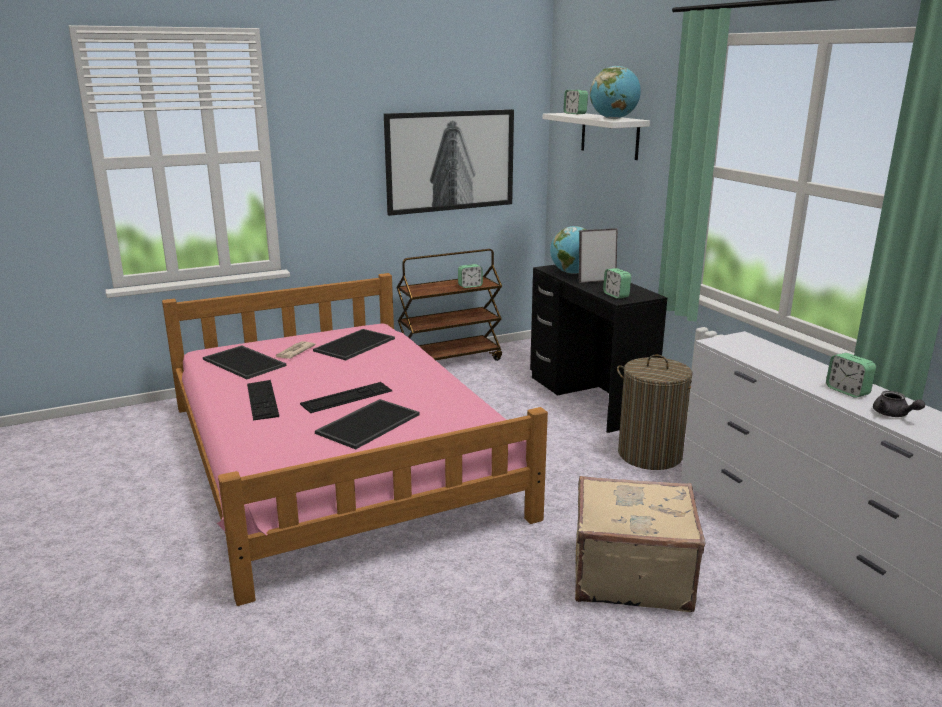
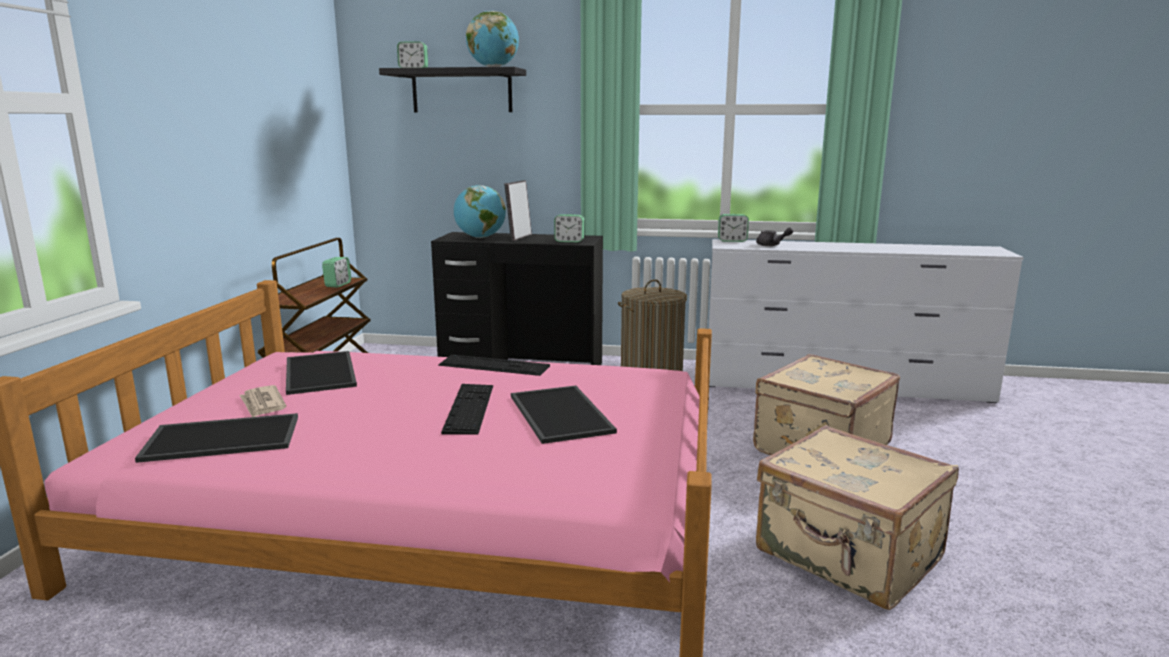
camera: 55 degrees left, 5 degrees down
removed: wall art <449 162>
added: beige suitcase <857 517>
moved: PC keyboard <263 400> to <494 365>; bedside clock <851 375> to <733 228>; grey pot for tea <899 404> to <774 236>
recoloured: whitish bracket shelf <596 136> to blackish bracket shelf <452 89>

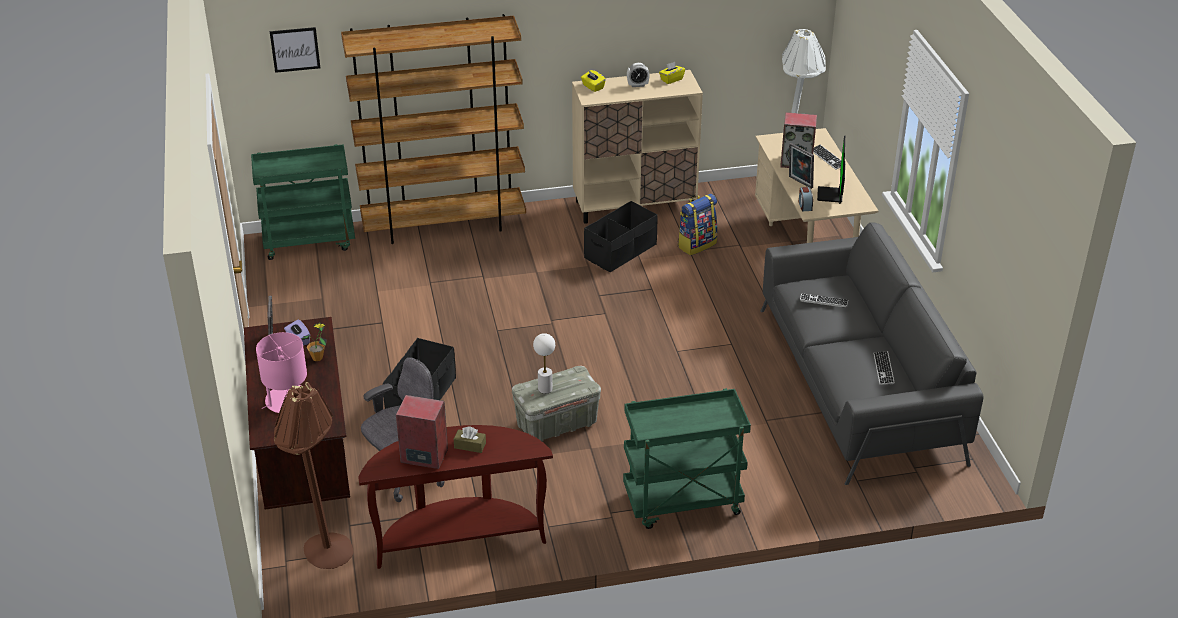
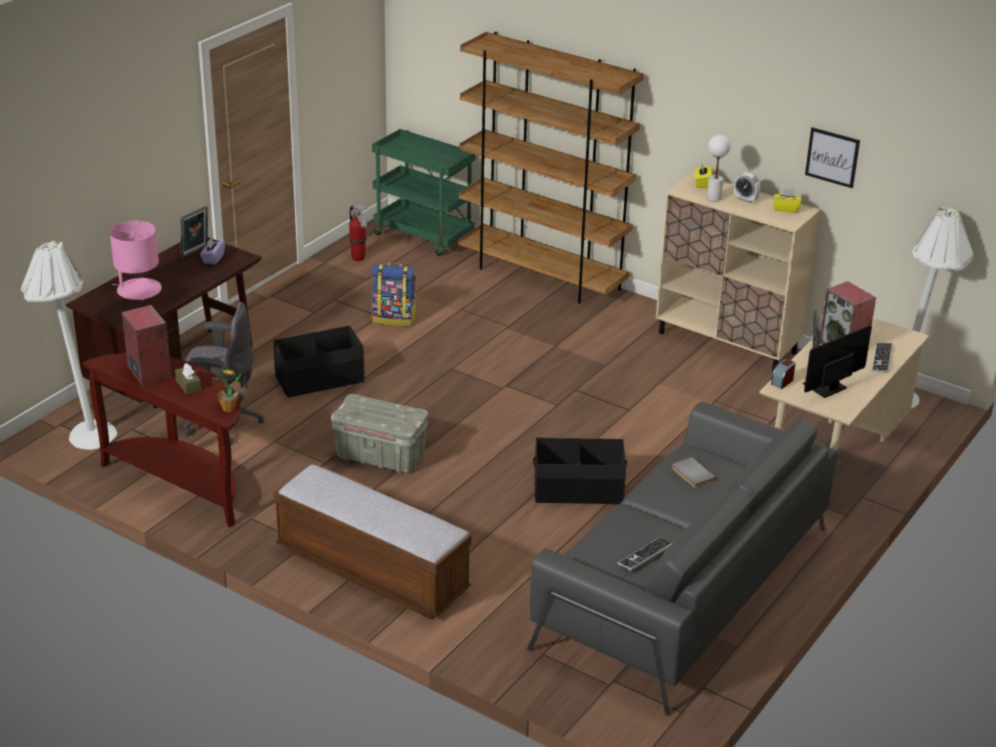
camera: 45 degrees right, 5 degrees down
added: fire-fighting cylinder <358 232>
moved: wall art <295 50> to <832 157>; houseplant <314 342> to <227 390>; whitish lamp for a table <544 363> to <719 168>; blackish storage bin <621 237> to <580 470>; rucksack <698 224> to <394 294>
replaced: green cart <687 458> to long seat <372 542>; PC keyboard <824 300> to grey volume <694 472>
recoloured: brownish floor lamp <314 475> to whitish floor lamp <69 345>

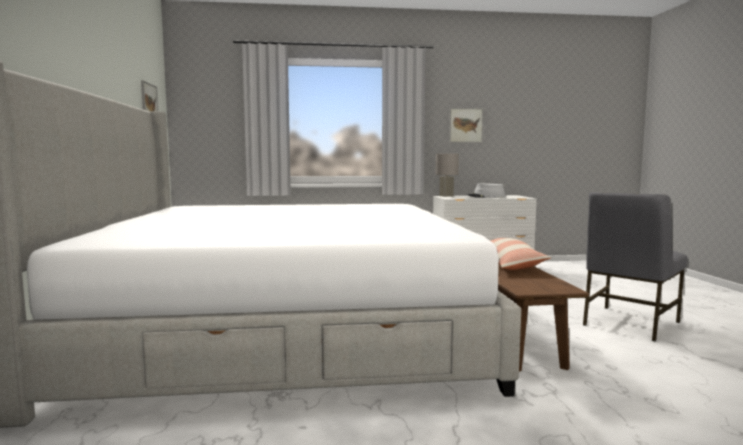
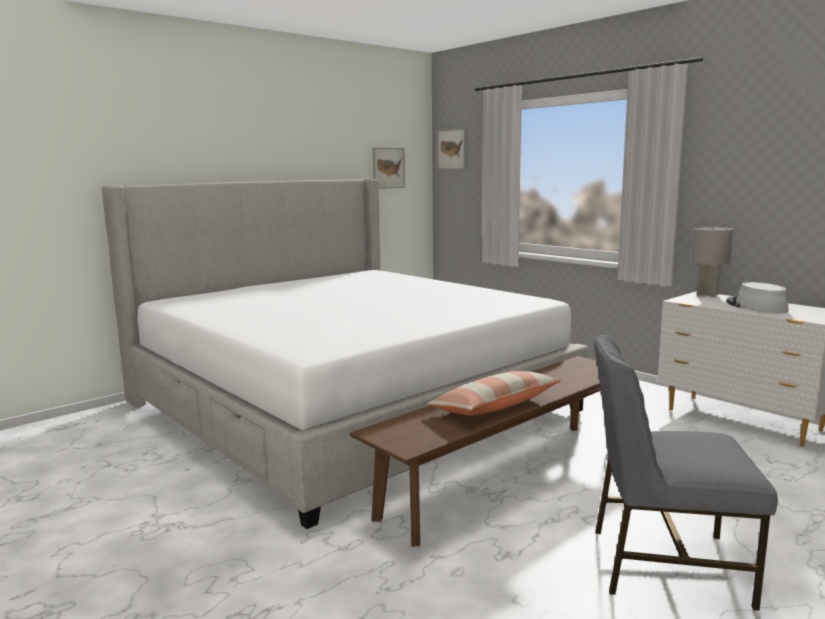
camera: 55 degrees right, 5 degrees up
moved: wall art <466 125> to <451 148>

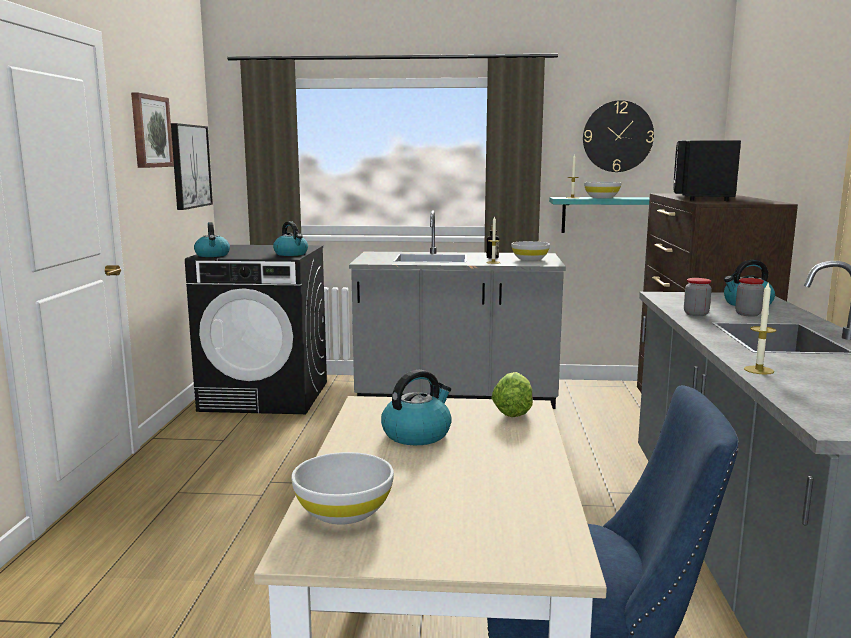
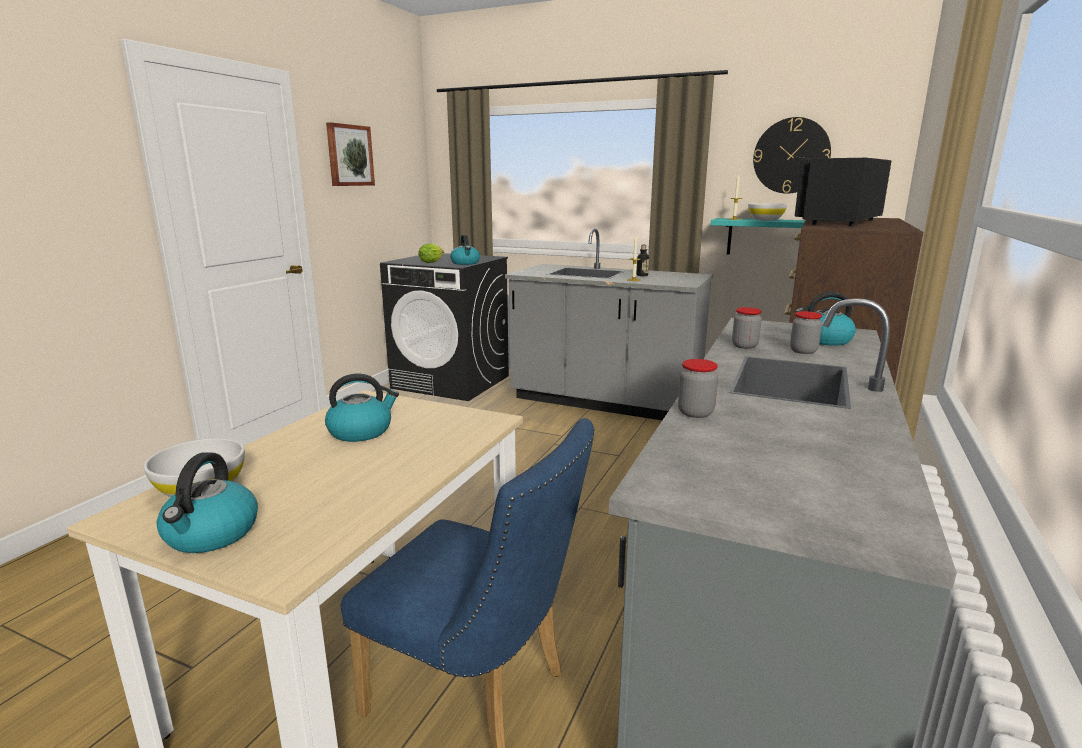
camera: 20 degrees right, 5 degrees up
removed: wall art <192 166>; whitish serving bowl <530 251>
moved: tea kettle <212 239> to <207 502>; head of lettuce <512 394> to <431 253>
replaced: candle <760 328> to storage jar <698 388>

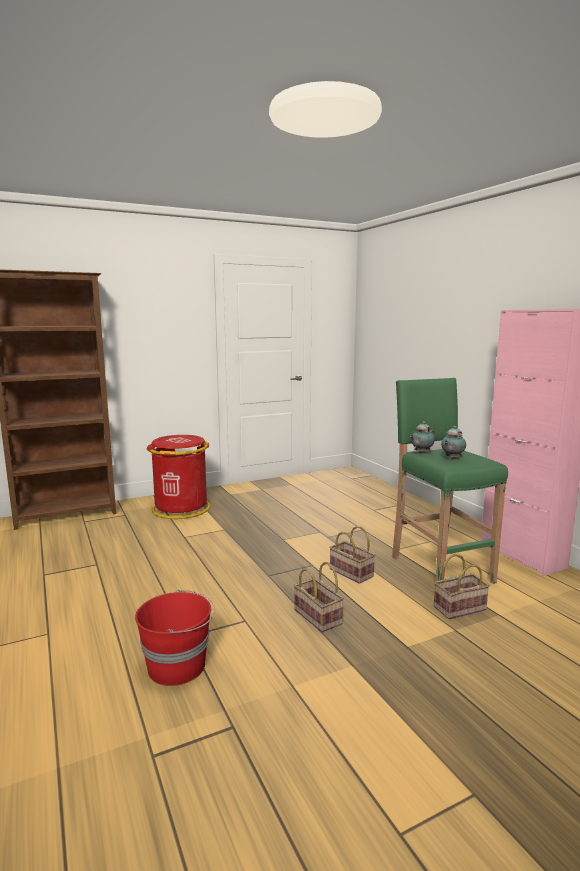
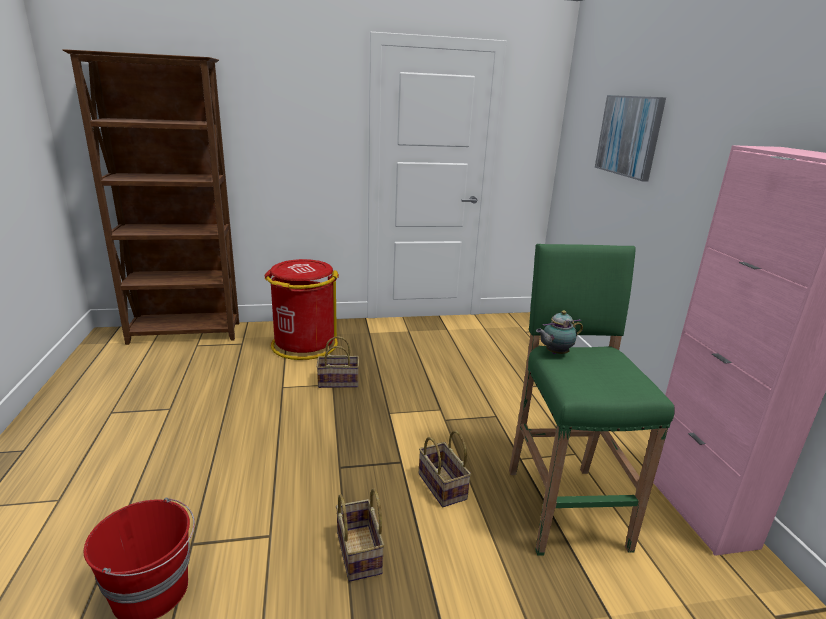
camera: 15 degrees right, 10 degrees up
removed: pot for tea <453 442>
added: wall art <630 138>
moved: basket <462 586> to <338 362>

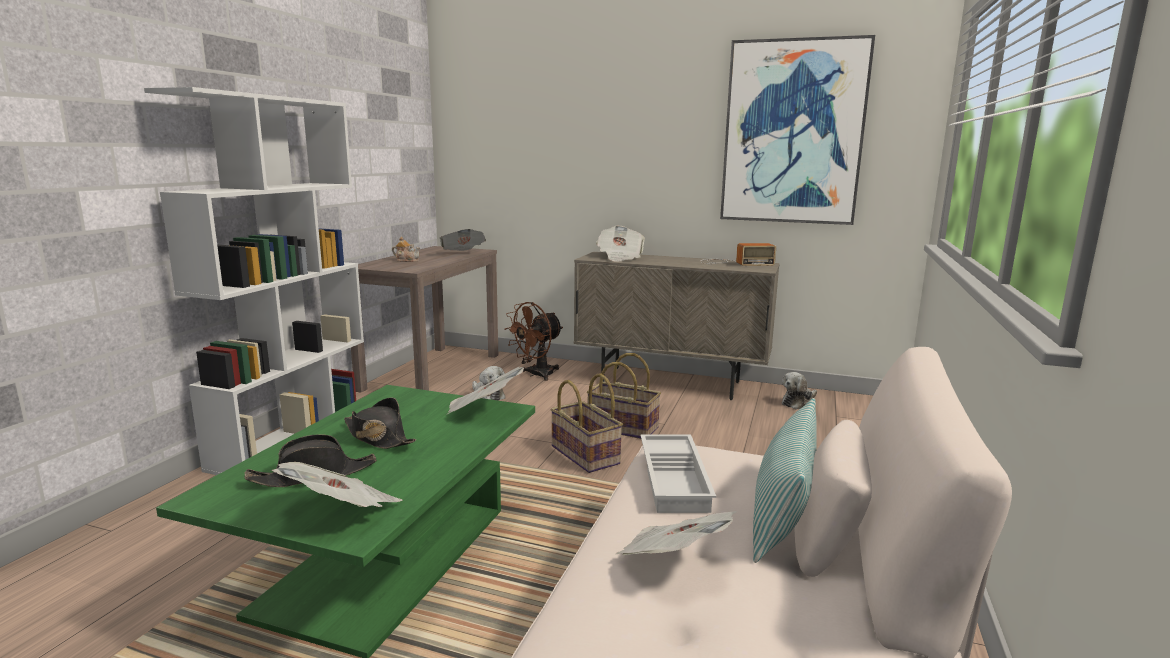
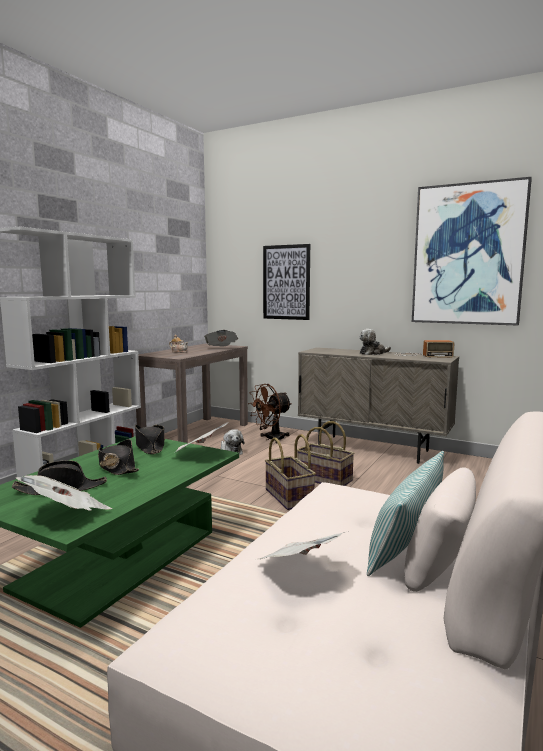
camera: 10 degrees right, 5 degrees down
removed: printed paper <620 244>; whitish tray <678 473>
added: blackish hat <150 439>; wall art <286 282>
moved: soft toy <799 391> to <375 342>

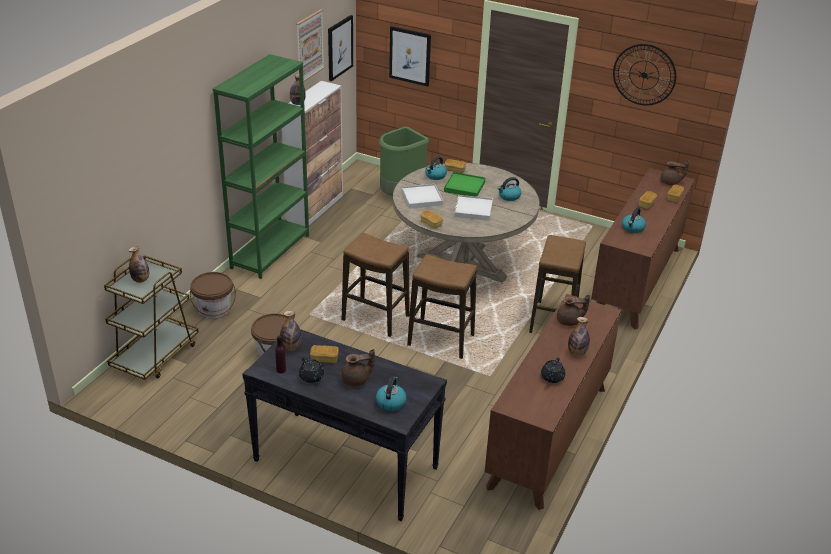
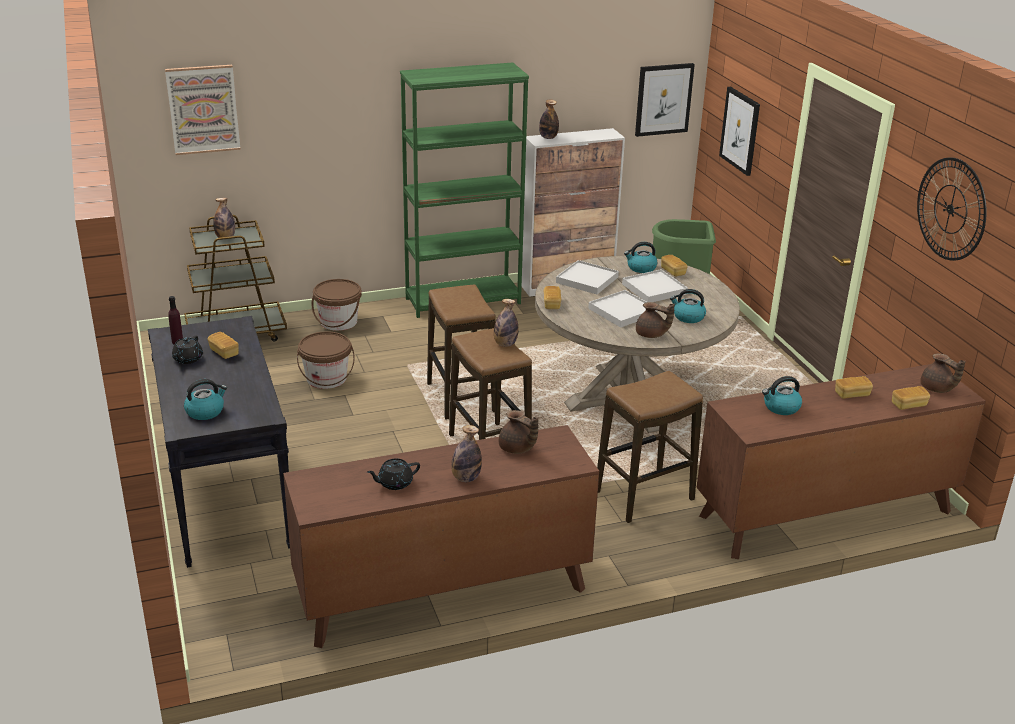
camera: 45 degrees right, 5 degrees down
moved: beverage bottle <290 331> to <506 323>; wall art <310 45> to <203 110>; brownish pot for tea <358 367> to <655 320>
recoloured: green tray <464 184> to whitish tray <655 285>

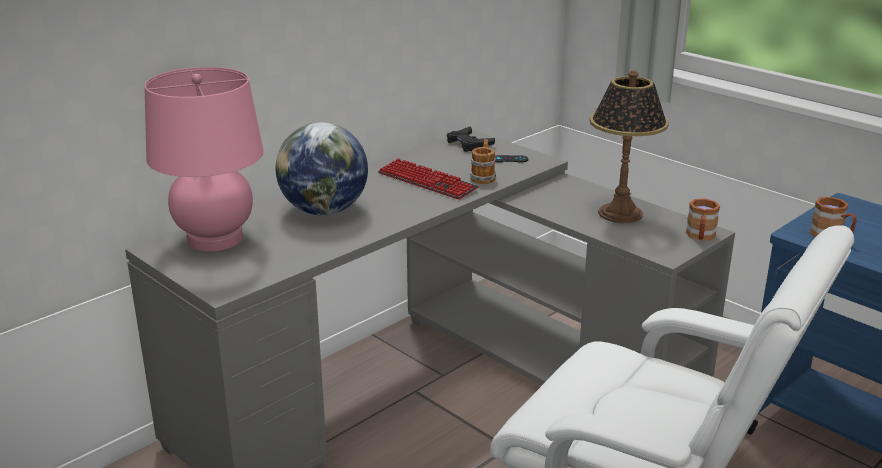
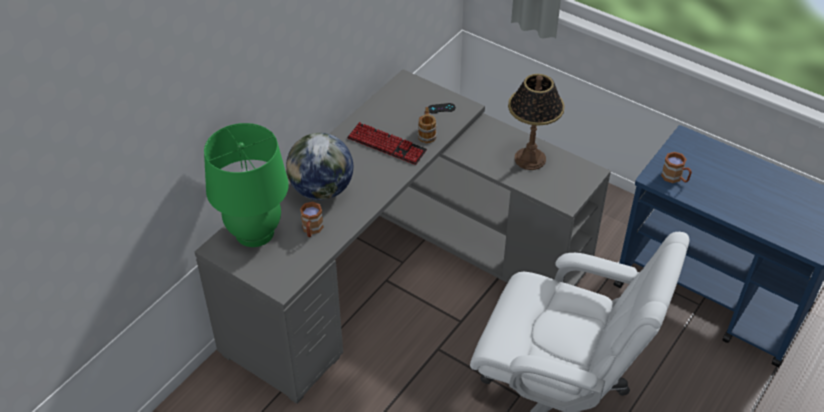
camera: 10 degrees left, 20 degrees up
removed: blackish gamepad <471 139>
moved: brownish tea mug <703 220> to <311 219>
recoloured: pink lamp for a table <204 159> to green lamp for a table <246 185>

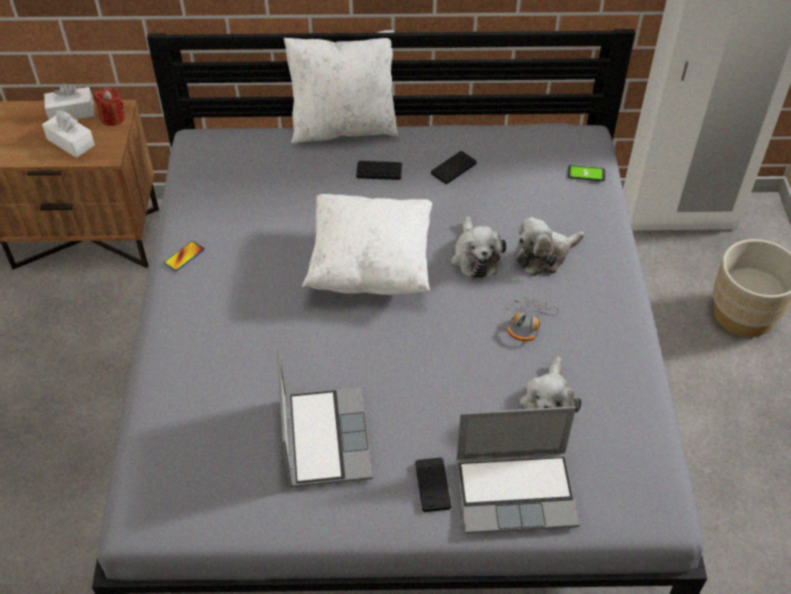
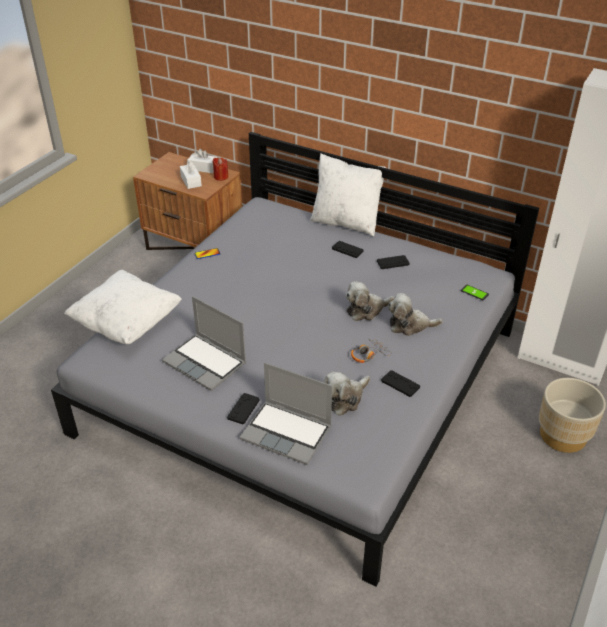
camera: 30 degrees right, 10 degrees down
added: blackish gamepad <400 383>
moved: whitish cushion <367 244> to <123 307>
turned: laptop <325 418> = <204 343> 105 degrees clockwise; soft toy <478 247> = <370 301> 45 degrees clockwise

